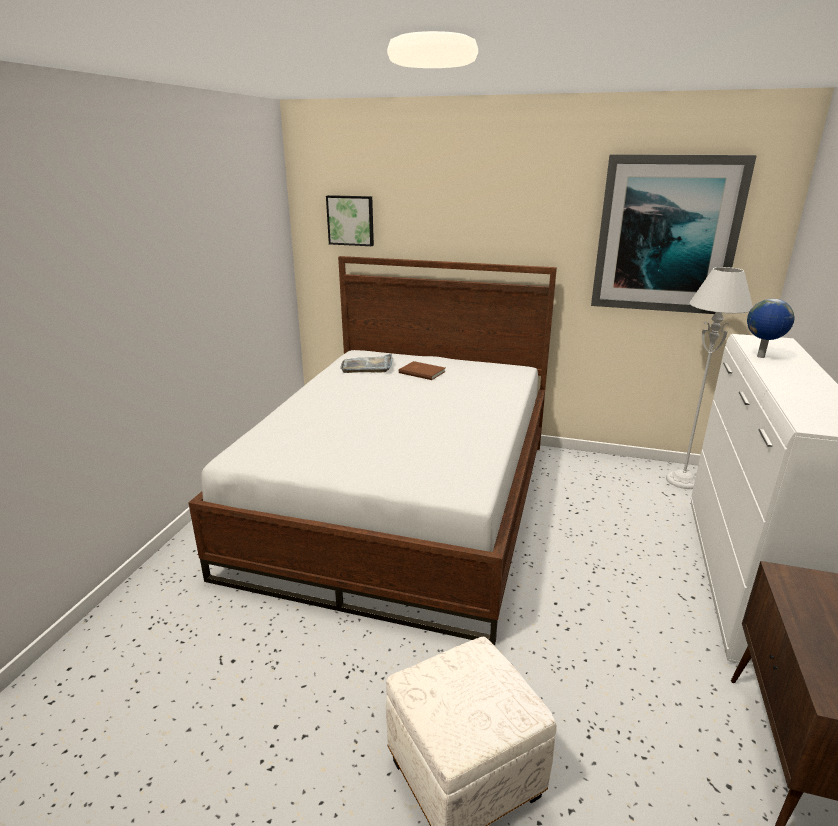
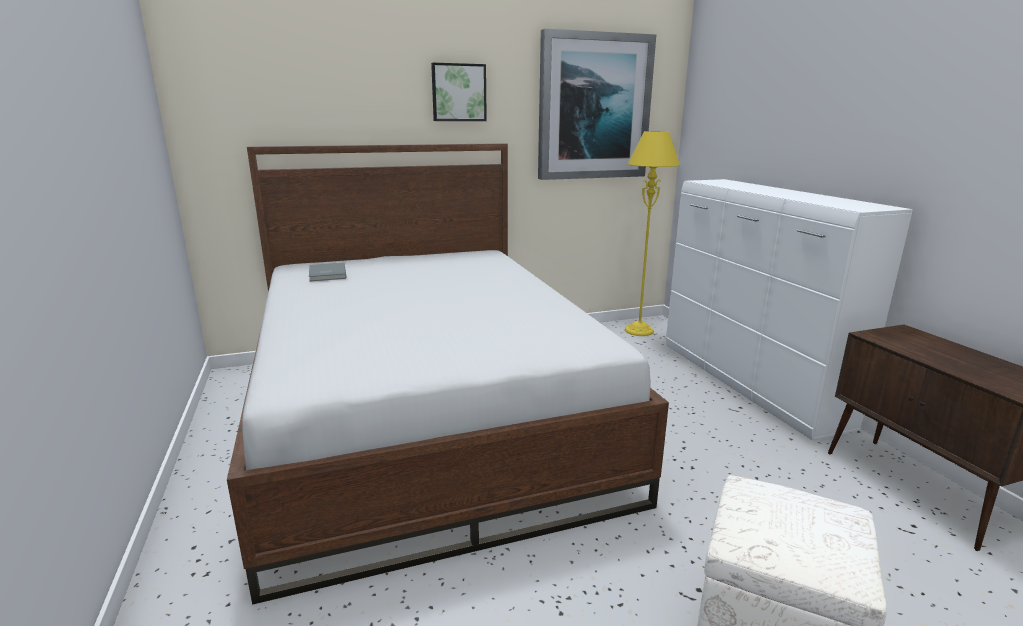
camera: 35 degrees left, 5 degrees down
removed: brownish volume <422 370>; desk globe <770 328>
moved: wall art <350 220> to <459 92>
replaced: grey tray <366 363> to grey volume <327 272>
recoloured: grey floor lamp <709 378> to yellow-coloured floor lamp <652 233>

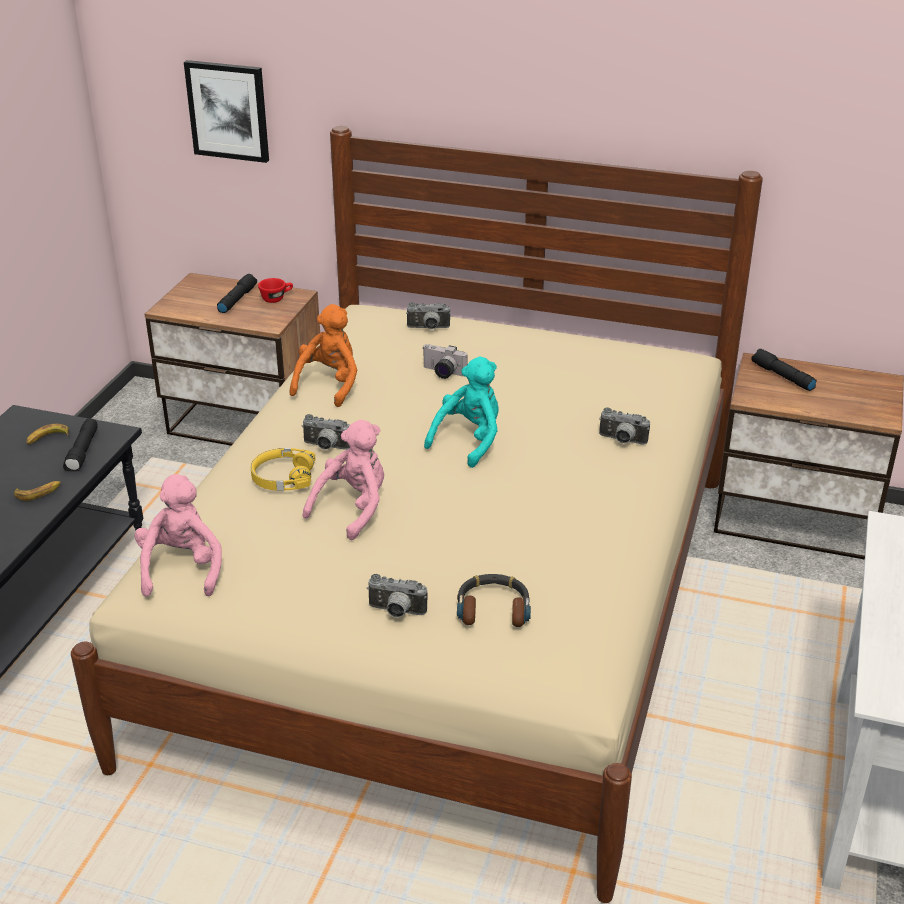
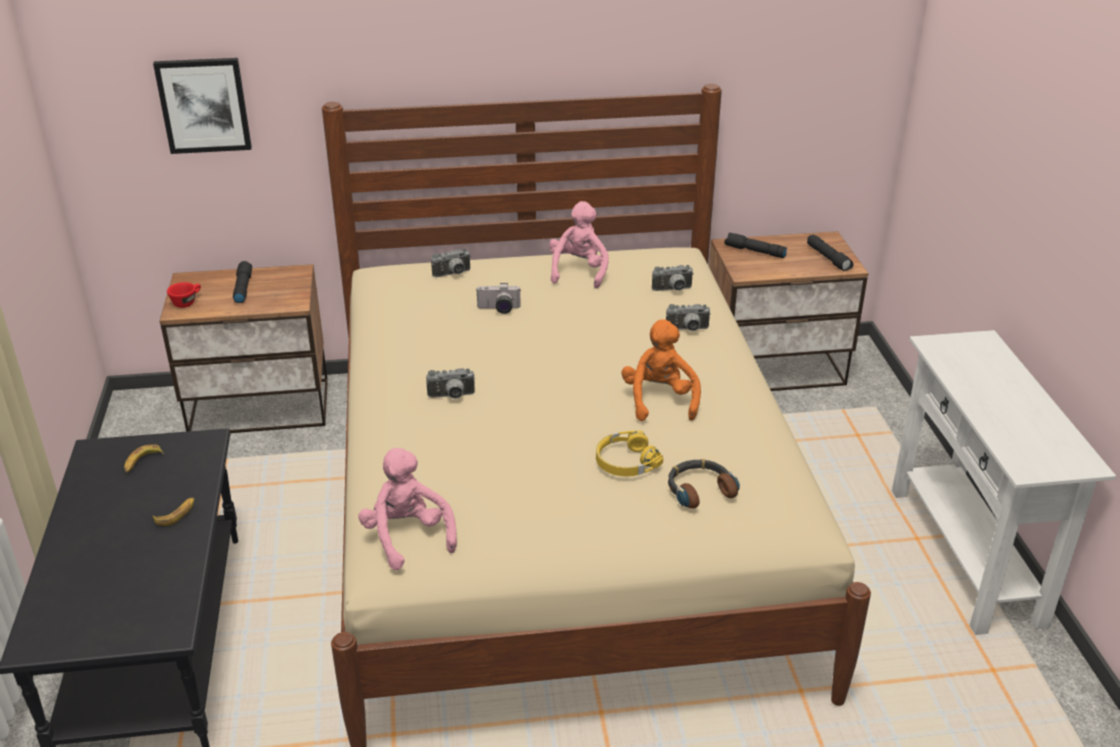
camera: 25 degrees left, 0 degrees up
removed: blue-green soft toy <461 412>
moved: blackish flashlight <80 445> to <830 253>; yellow-coloured pair of headphones <283 469> to <629 453>; reddish drinking cup <275 290> to <184 295>; orangey soft toy <324 355> to <661 370>; pink soft toy <343 480> to <579 245>; photo camera <397 595> to <673 278>

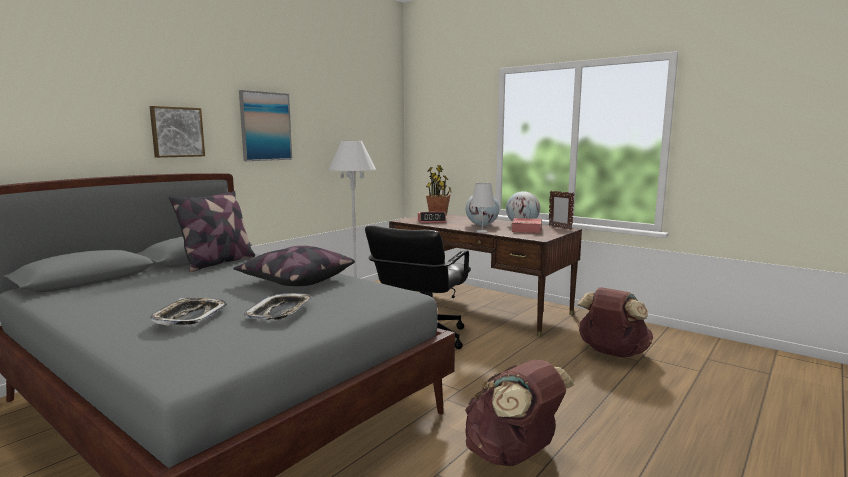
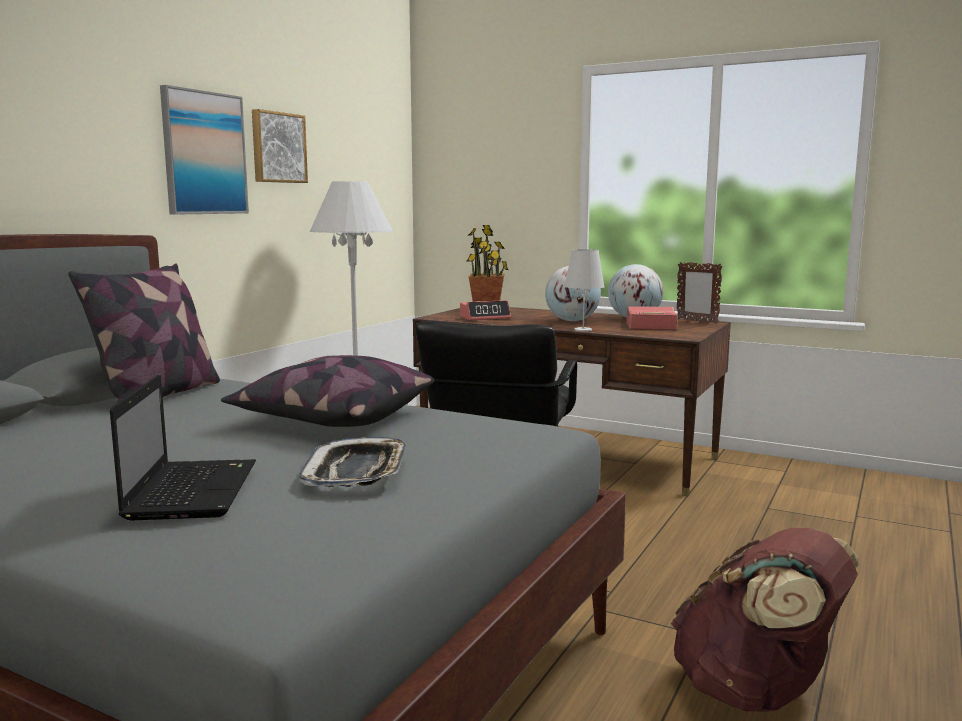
camera: 10 degrees left, 0 degrees up
removed: brownish rucksack <615 322>
moved: wall art <177 132> to <280 146>
replaced: tray <188 312> to laptop <183 448>

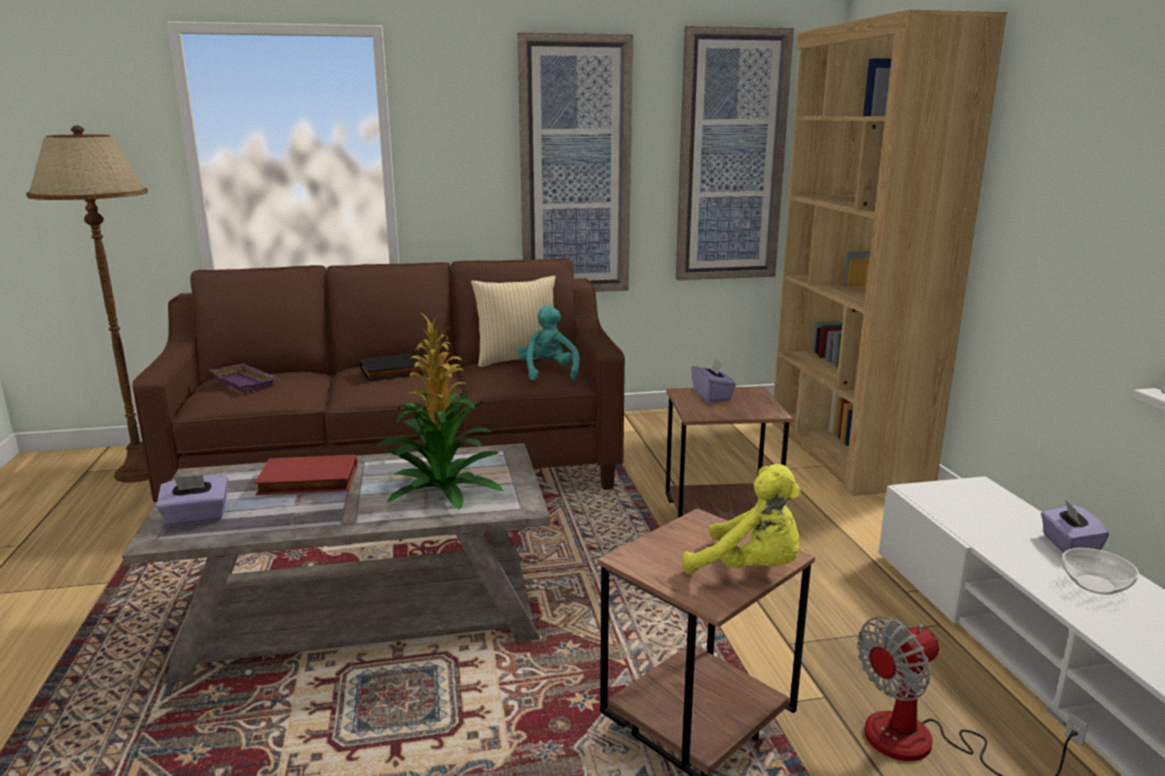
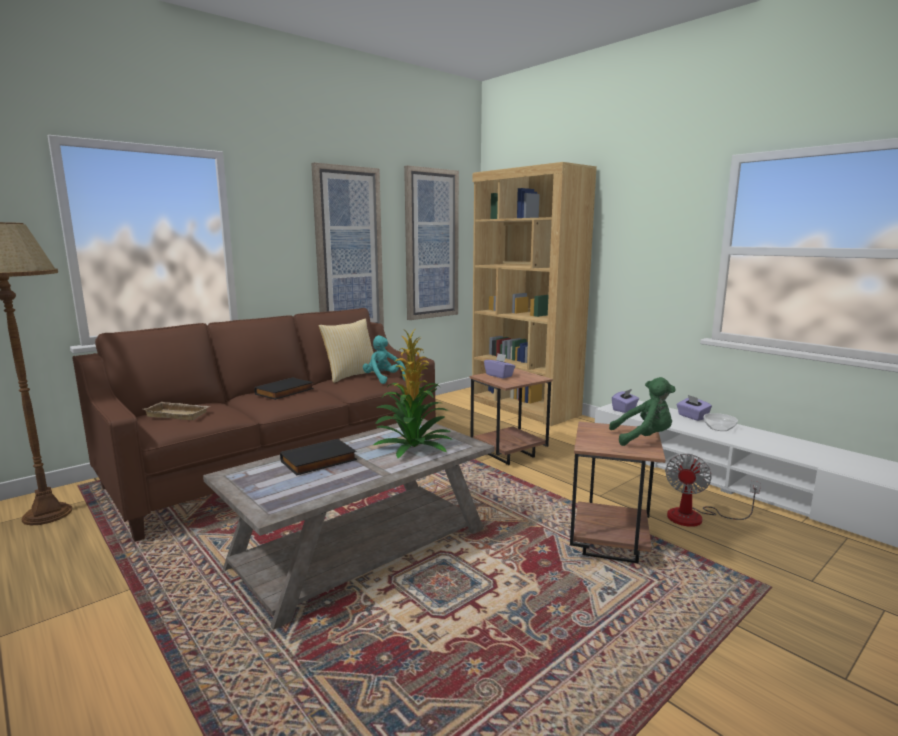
camera: 30 degrees left, 5 degrees down
moved: purple tissue holder <192 500> to <625 401>
recoloured: purple tray <244 378> to beige tray <176 411>; reddish volume <305 475> to blackish volume <318 457>; yellow-coloured soft toy <741 519> to green soft toy <642 411>

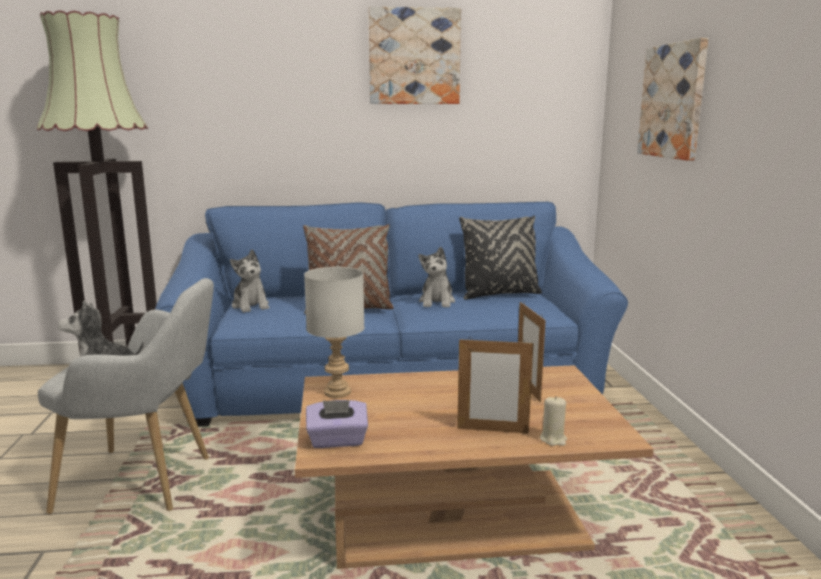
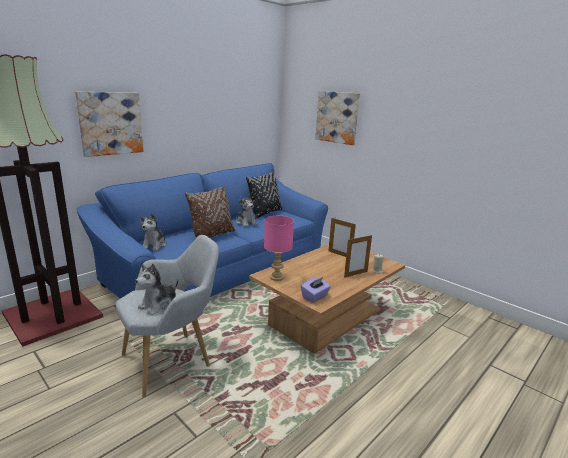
camera: 40 degrees left, 5 degrees up
moved: wall art <415 55> to <109 124>
recoloured: grey lamp for a table <334 332> to pink lamp for a table <279 248>
turned: soft toy <249 280> = <152 232> 75 degrees clockwise

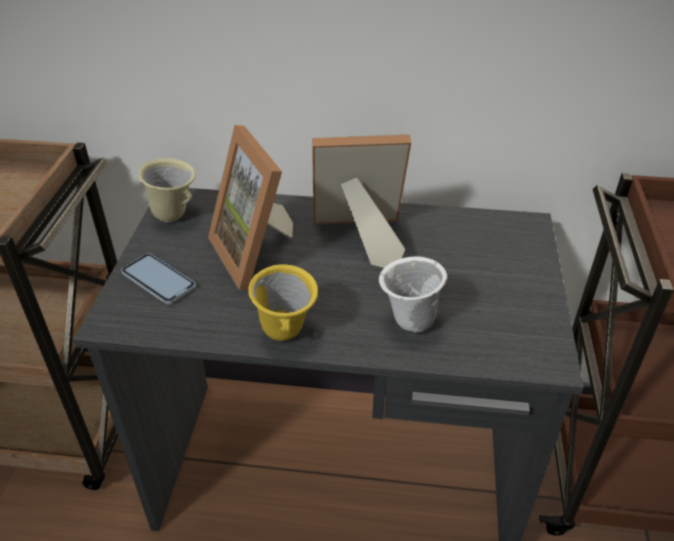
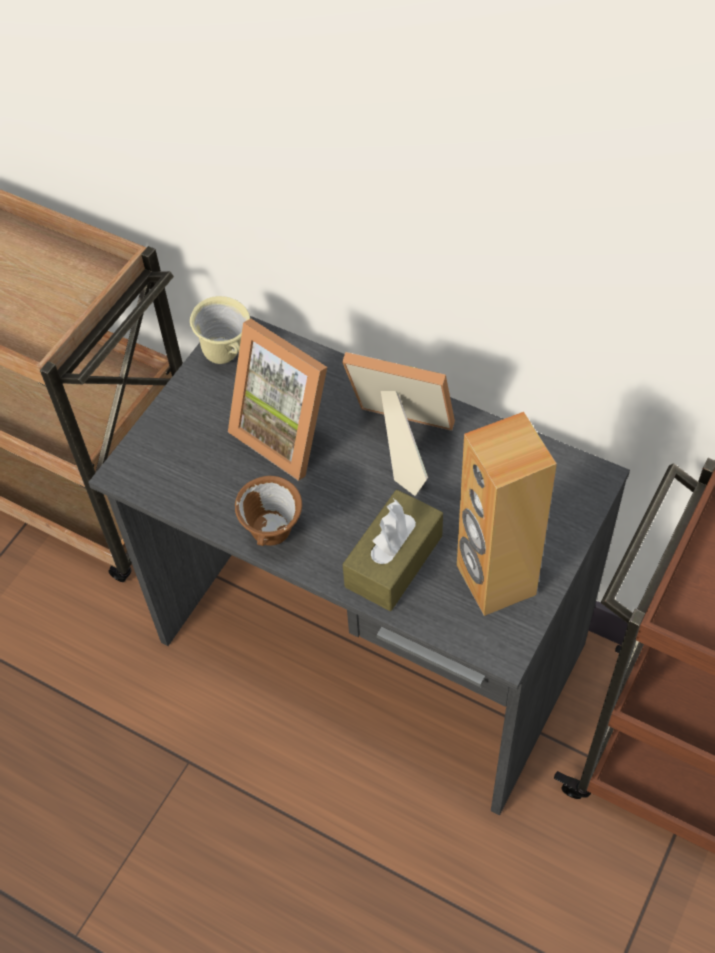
camera: 25 degrees right, 15 degrees up
removed: telephone <158 278>
added: brownish speaker <507 514>
replaced: whitish tea mug <413 294> to brownish tissue holder <393 550>
recoloured: yellow-coloured tea mug <283 302> to brownish tea mug <268 511>
turned: photo frame <250 207> = <277 400> 45 degrees counterclockwise

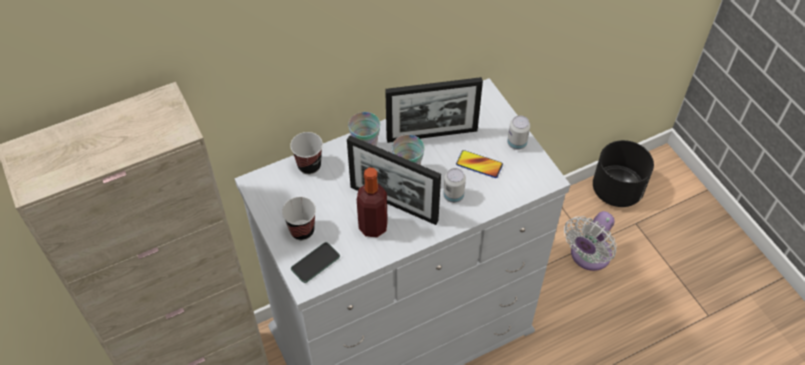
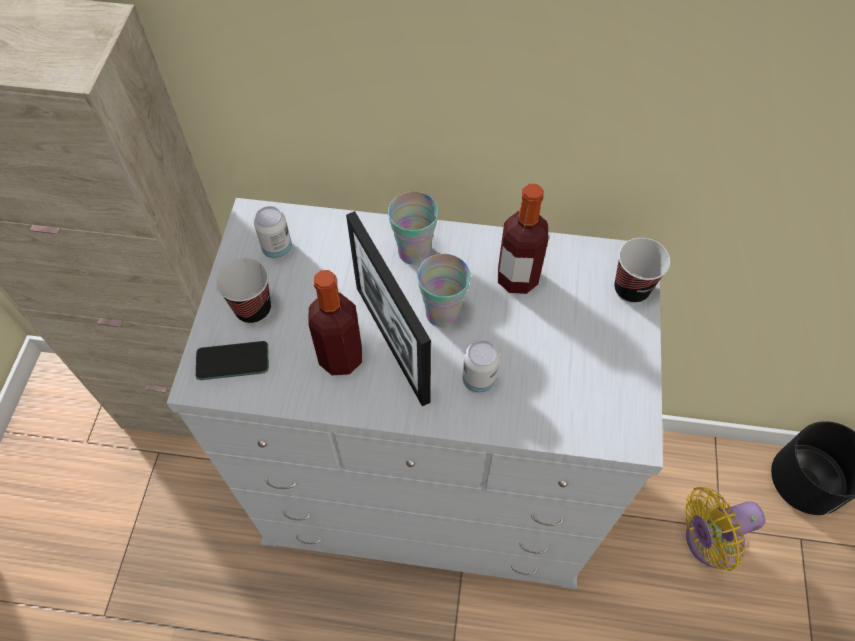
camera: 35 degrees right, 5 degrees up
removed: telephone <479 164>
moved: drinking cup <306 153> to <642 270>; sealed can <518 132> to <273 232>
replaced: photo frame <434 110> to beverage bottle <523 239>
recoloured: whitish fan <590 241> to yellow-coloured fan <725 529>

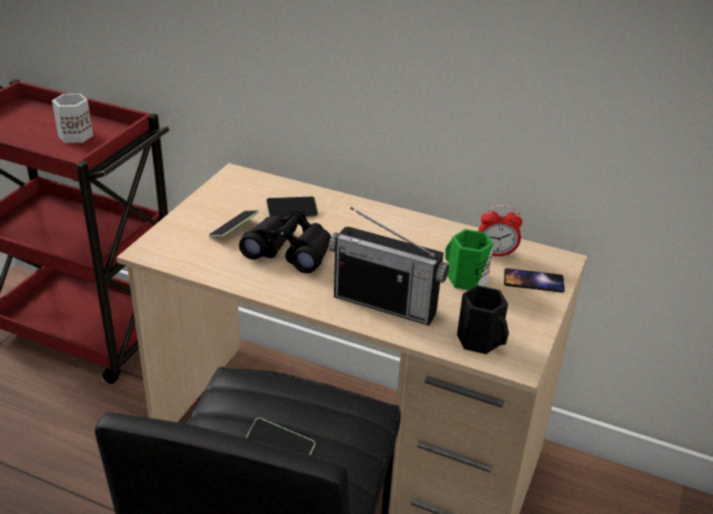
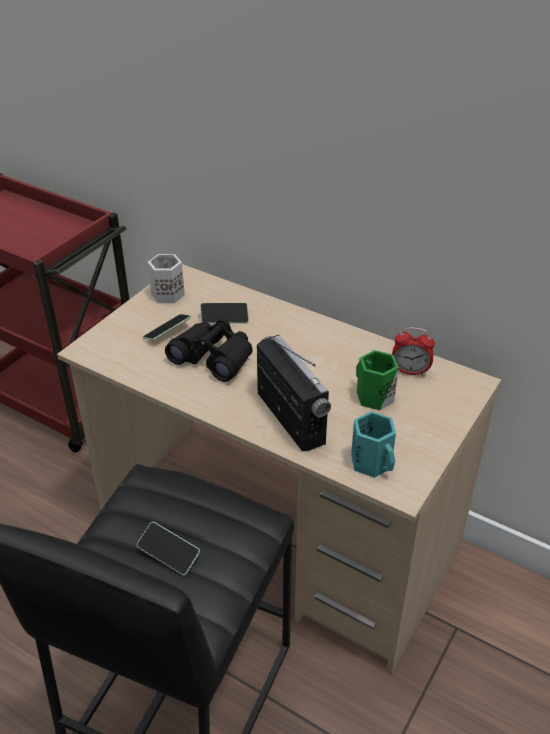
camera: 10 degrees right, 5 degrees up
removed: telephone <534 280>
moved: whitish tea mug <72 118> to <166 278>
recoloured: blackish tea mug <483 319> to blue-green tea mug <373 444>
turned: radio set <389 266> = <294 393> 150 degrees counterclockwise

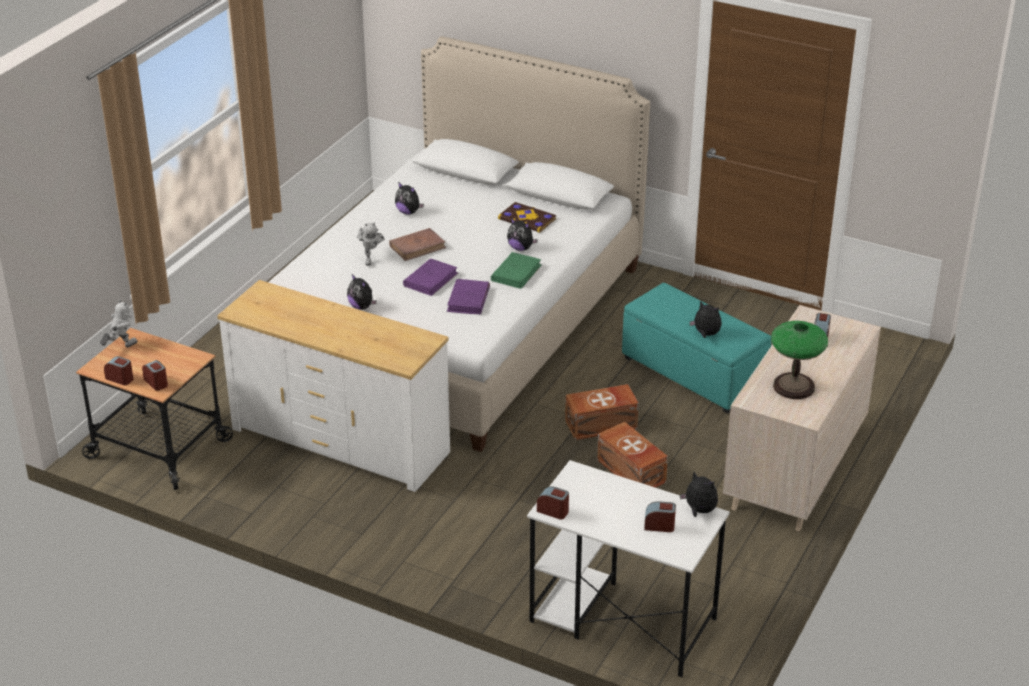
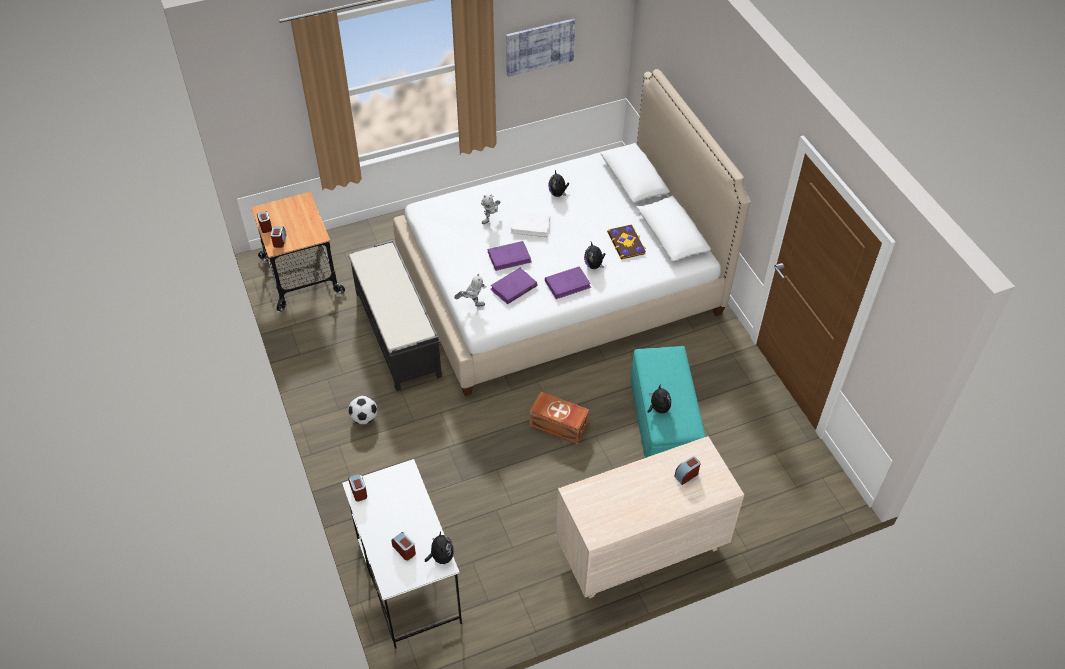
camera: 40 degrees right, 15 degrees up
removed: soft toy <362 292>; brownish storage bin <632 455>; lamp for a table <799 360>
added: ball for football <362 410>; wall art <540 48>
moved: robot figure <118 323> to <470 290>
replaced: whitish dresser <333 386> to blackish long seat <395 315>
recoloured: brownish volume <418 244> to whitish volume <530 224>; green volume <516 270> to purple volume <568 283>

